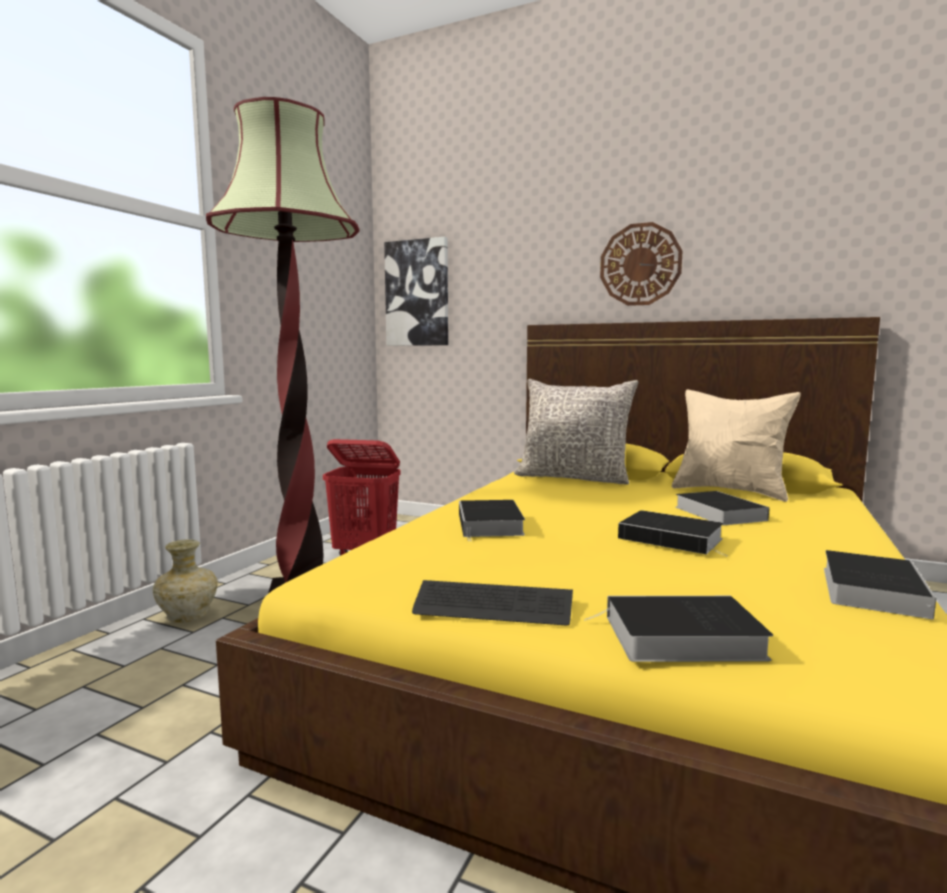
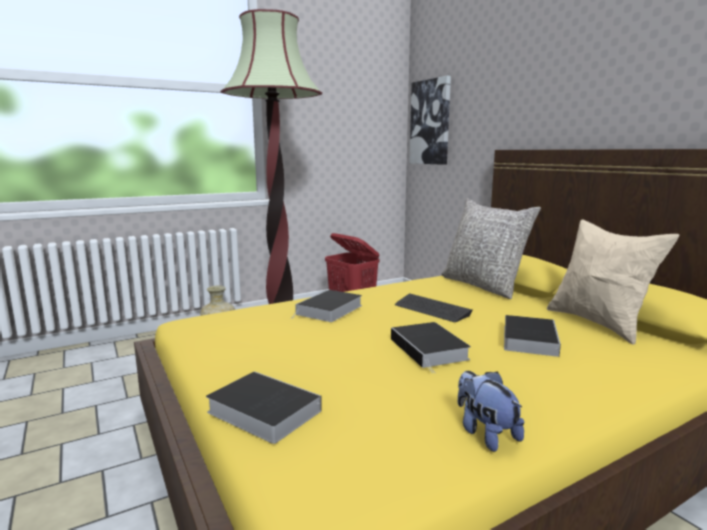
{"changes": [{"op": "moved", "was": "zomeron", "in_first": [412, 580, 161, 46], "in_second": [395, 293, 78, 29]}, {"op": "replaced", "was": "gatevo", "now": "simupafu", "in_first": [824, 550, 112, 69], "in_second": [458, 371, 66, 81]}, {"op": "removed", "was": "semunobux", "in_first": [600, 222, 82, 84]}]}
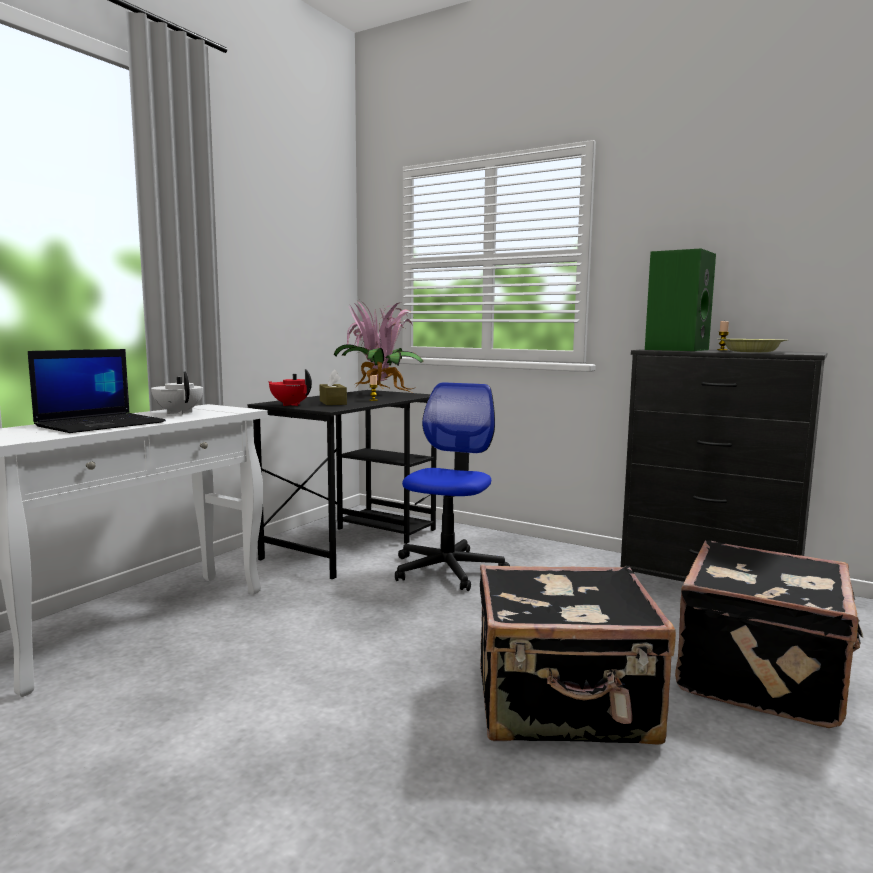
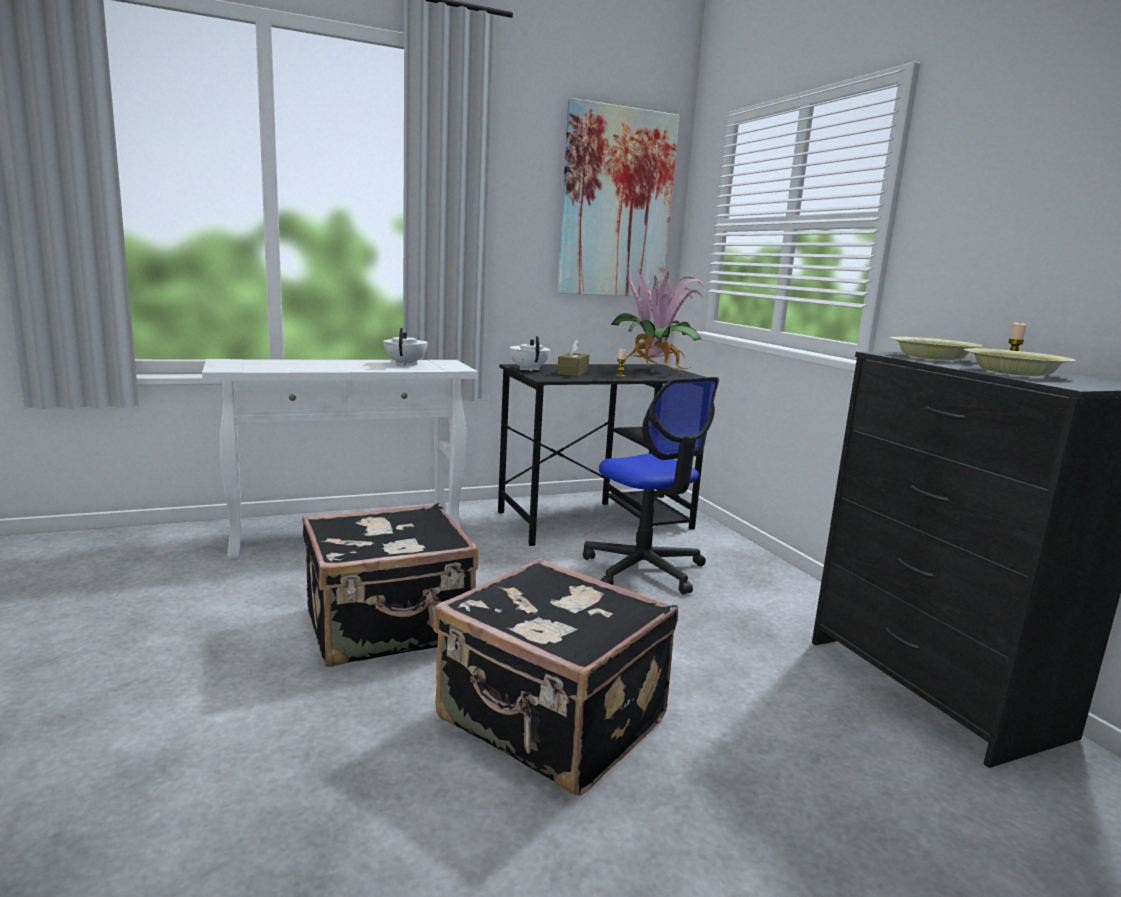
{"changes": [{"op": "moved", "was": "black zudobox", "in_first": [675, 540, 188, 188], "in_second": [302, 503, 177, 164]}, {"op": "recoloured", "was": "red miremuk", "now": "white miremuk", "in_first": [269, 369, 43, 37], "in_second": [509, 336, 41, 35]}, {"op": "added", "now": "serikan", "in_second": [558, 98, 121, 199]}, {"op": "turned", "was": "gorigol", "in_first": [395, 382, 115, 209], "in_second": [583, 377, 136, 218], "clockwise": 90}, {"op": "replaced", "was": "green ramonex", "now": "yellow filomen", "in_first": [645, 248, 71, 103], "in_second": [890, 337, 93, 23]}, {"op": "removed", "was": "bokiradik", "in_first": [28, 349, 138, 84]}]}
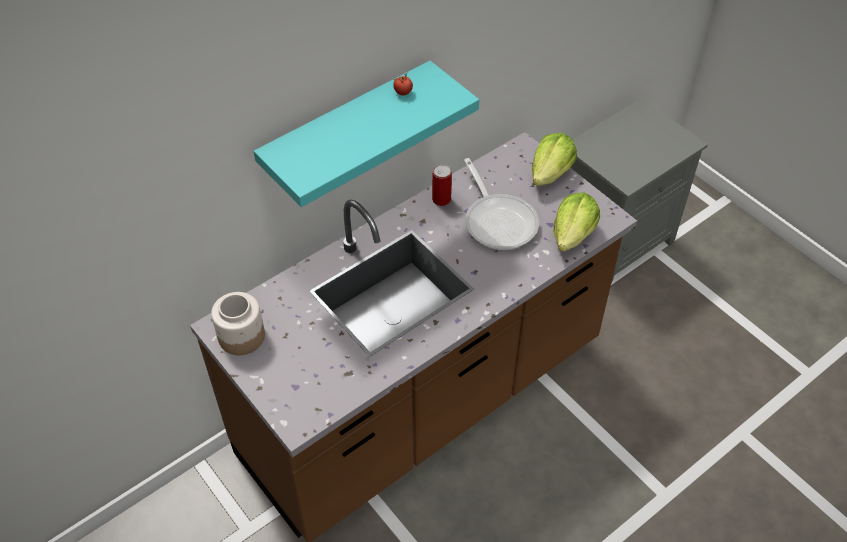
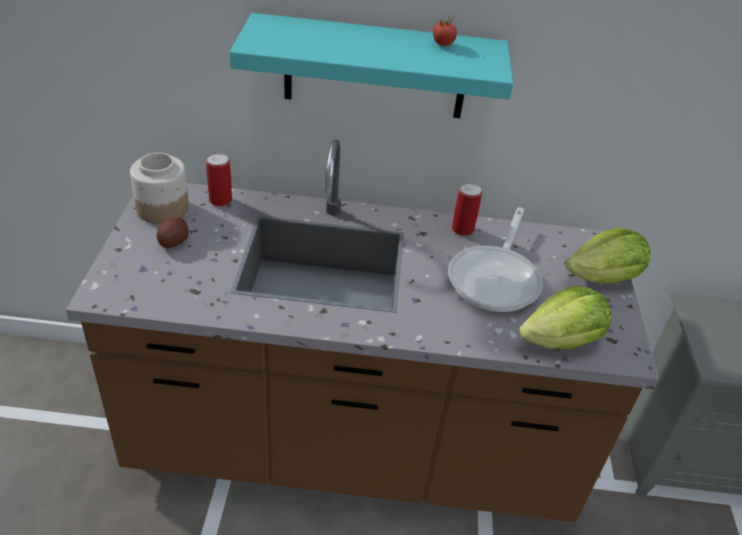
{"changes": [{"op": "added", "now": "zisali", "in_second": [156, 217, 33, 31]}, {"op": "added", "now": "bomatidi", "in_second": [206, 153, 26, 53]}]}
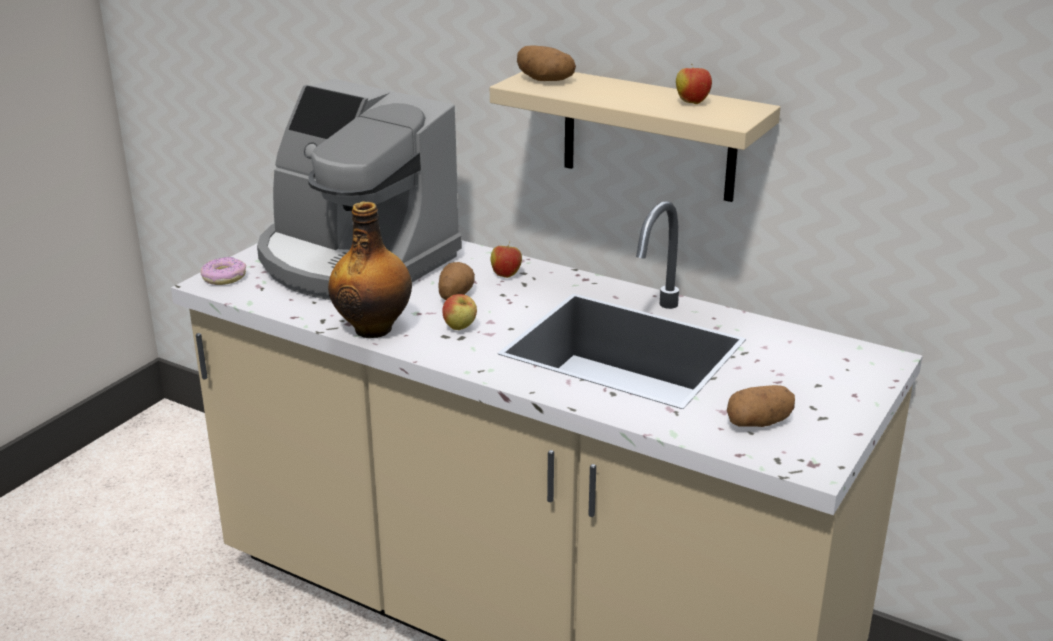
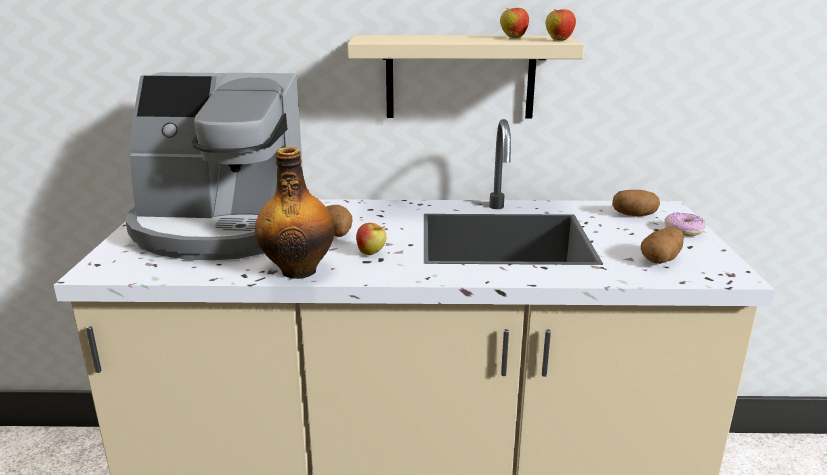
{"changes": [{"op": "moved", "was": "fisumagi", "in_first": [490, 241, 32, 37], "in_second": [546, 9, 30, 32]}, {"op": "moved", "was": "zisali", "in_first": [517, 45, 59, 36], "in_second": [612, 190, 48, 27]}, {"op": "moved", "was": "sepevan", "in_first": [201, 257, 45, 28], "in_second": [665, 212, 41, 24]}]}
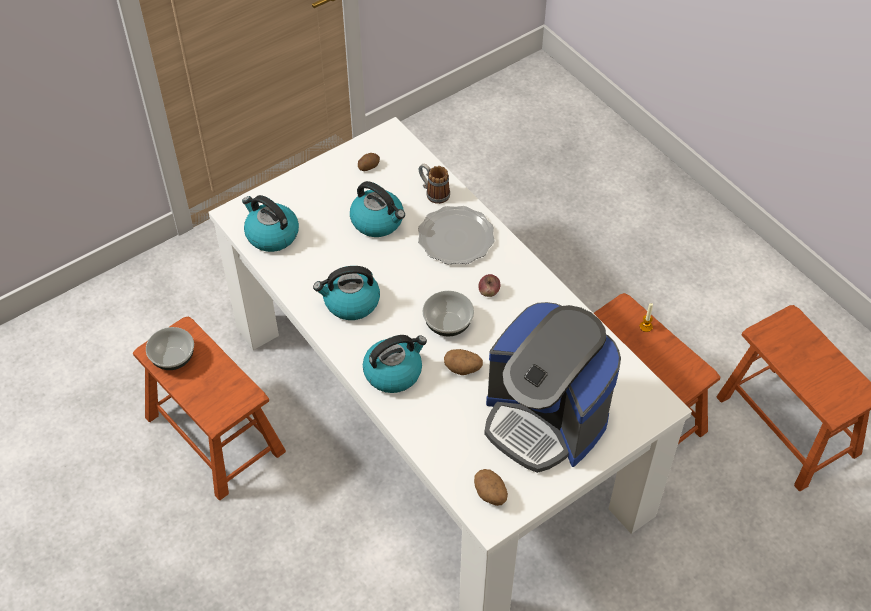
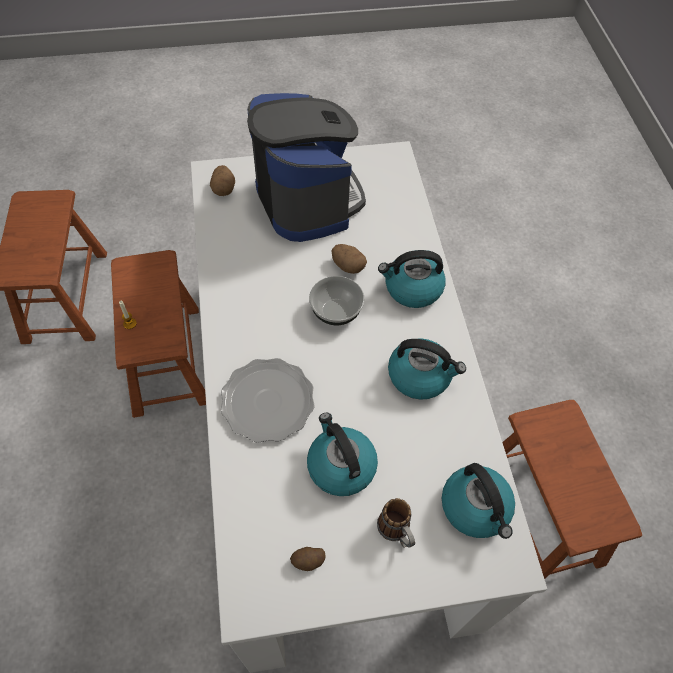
{"changes": [{"op": "moved", "was": "zisali", "in_first": [474, 469, 34, 37], "in_second": [210, 165, 25, 31]}, {"op": "moved", "was": "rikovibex", "in_first": [419, 164, 31, 40], "in_second": [377, 498, 38, 50]}, {"op": "removed", "was": "filomen", "in_first": [146, 327, 48, 43]}, {"op": "removed", "was": "fisumagi", "in_first": [478, 274, 22, 23]}]}
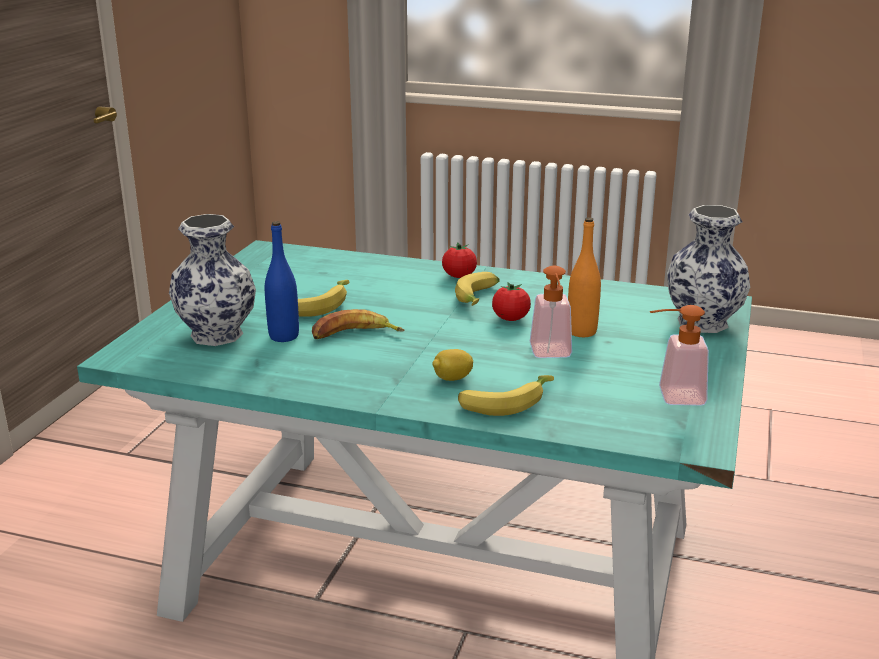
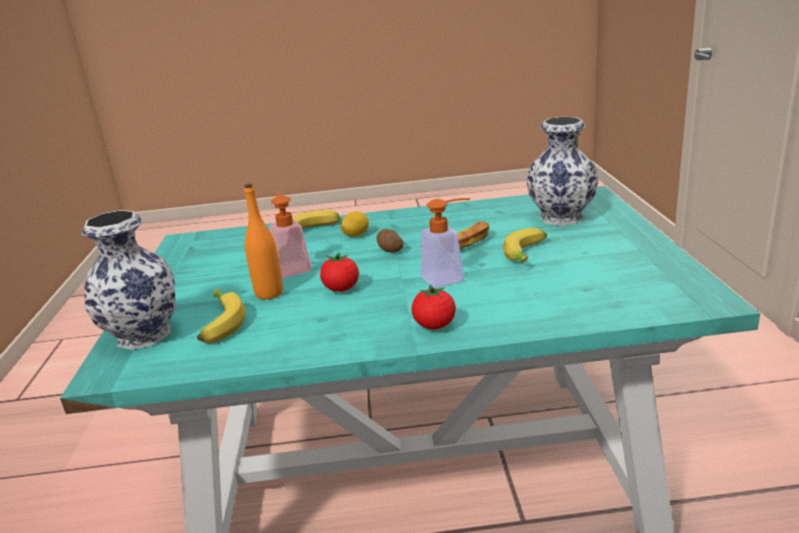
{"changes": [{"op": "moved", "was": "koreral", "in_first": [455, 272, 45, 34], "in_second": [197, 289, 49, 55]}, {"op": "added", "now": "zisali", "in_second": [377, 229, 27, 24]}, {"op": "moved", "was": "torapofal", "in_first": [650, 305, 59, 101], "in_second": [420, 198, 50, 90]}, {"op": "removed", "was": "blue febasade", "in_first": [265, 221, 34, 121]}]}
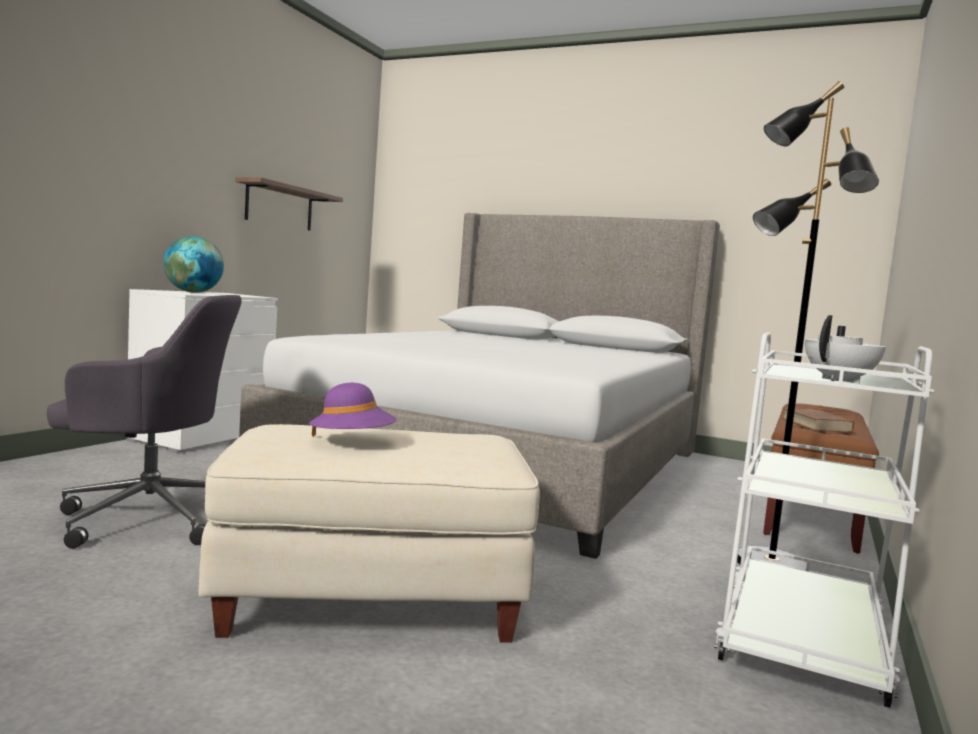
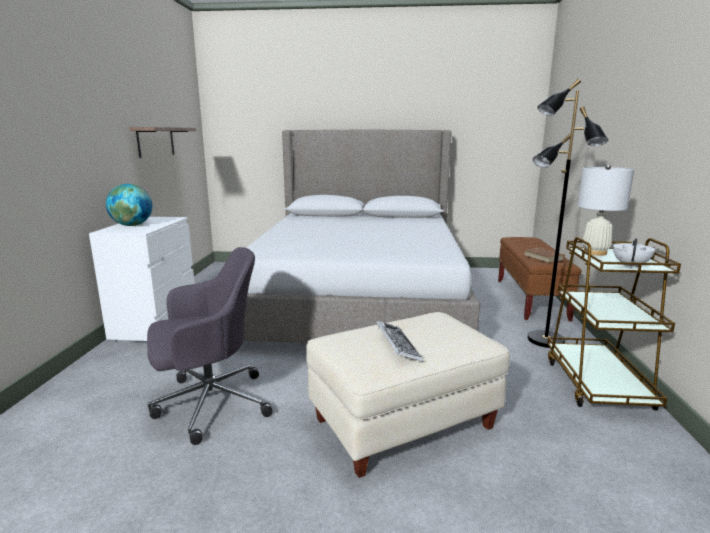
{"changes": [{"op": "replaced", "was": "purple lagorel", "now": "zomeron", "in_first": [309, 383, 87, 54], "in_second": [377, 321, 46, 40]}, {"op": "recoloured", "was": "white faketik", "now": "brown faketik", "in_first": [714, 332, 221, 376], "in_second": [547, 237, 134, 173]}, {"op": "added", "now": "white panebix", "in_second": [578, 164, 56, 91]}]}
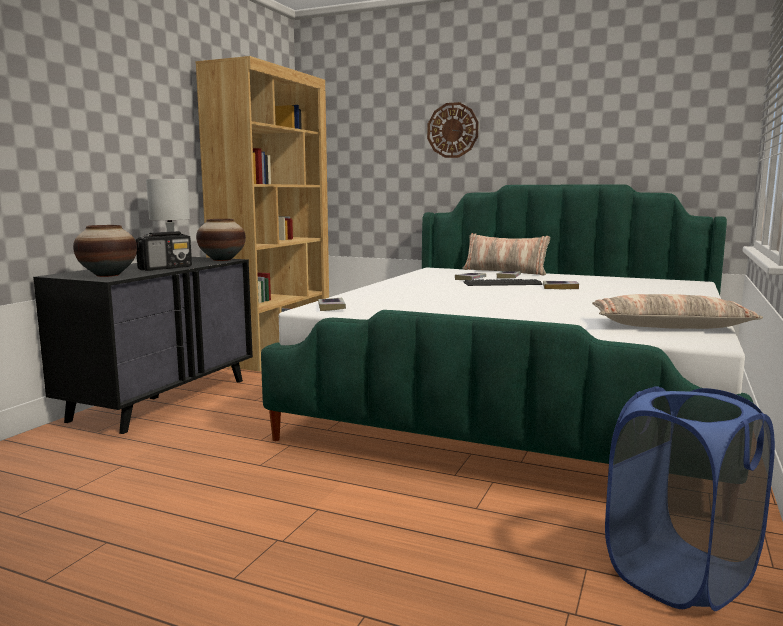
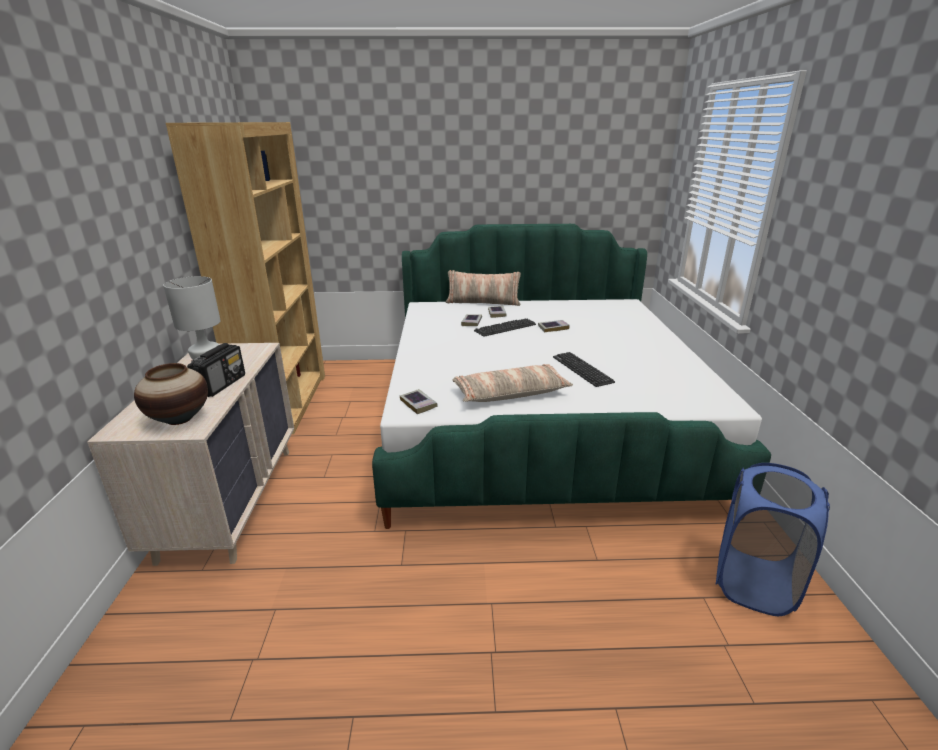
{"changes": [{"op": "recoloured", "was": "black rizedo", "now": "beige rizedo", "in_first": [33, 257, 220, 177], "in_second": [87, 343, 207, 223]}, {"op": "moved", "was": "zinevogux", "in_first": [592, 294, 171, 35], "in_second": [452, 364, 121, 38]}, {"op": "added", "now": "zomeron", "in_second": [553, 352, 62, 35]}, {"op": "removed", "was": "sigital", "in_first": [196, 219, 50, 42]}, {"op": "removed", "was": "semunobux", "in_first": [427, 102, 52, 56]}]}
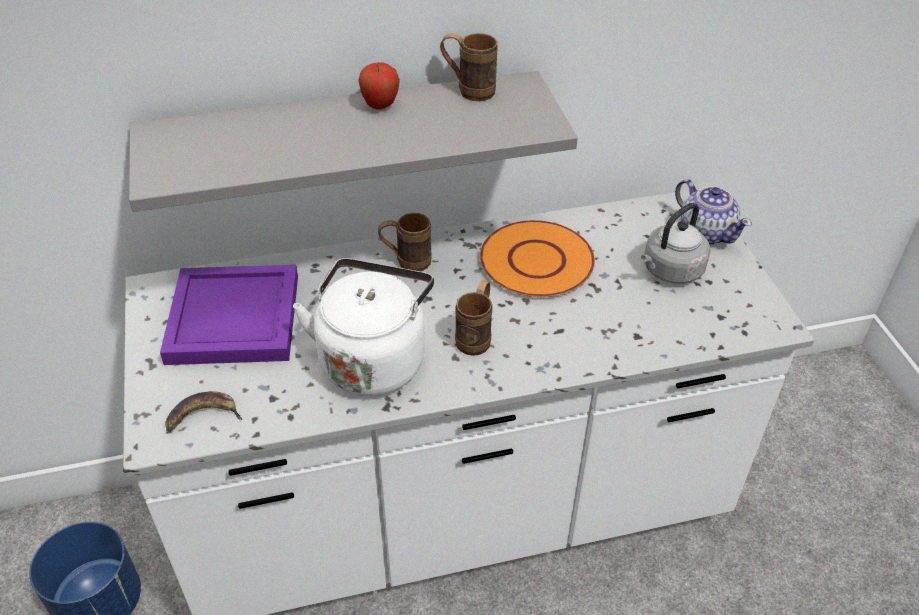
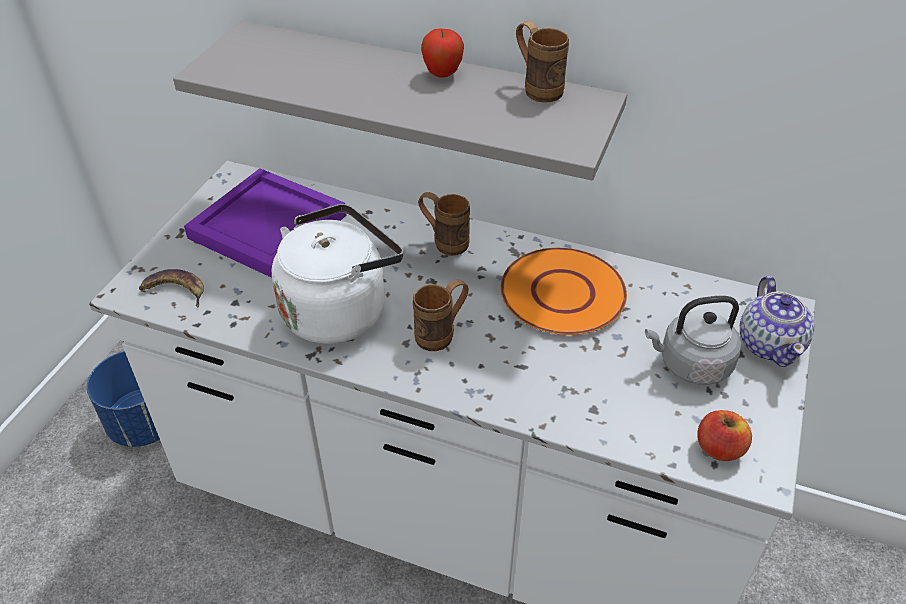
{"changes": [{"op": "added", "now": "fisumagi", "in_second": [697, 410, 55, 51]}]}
